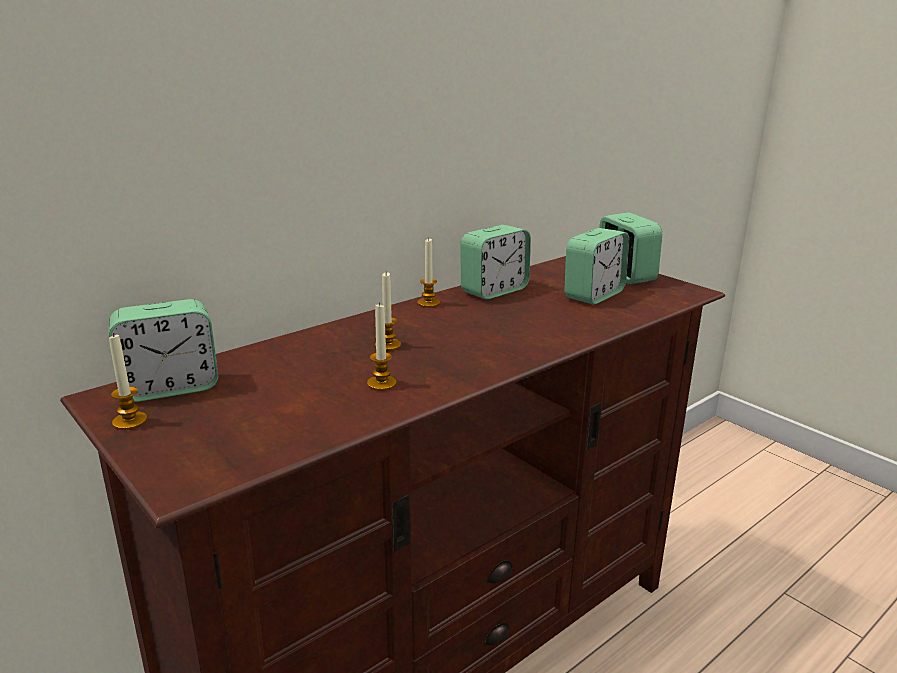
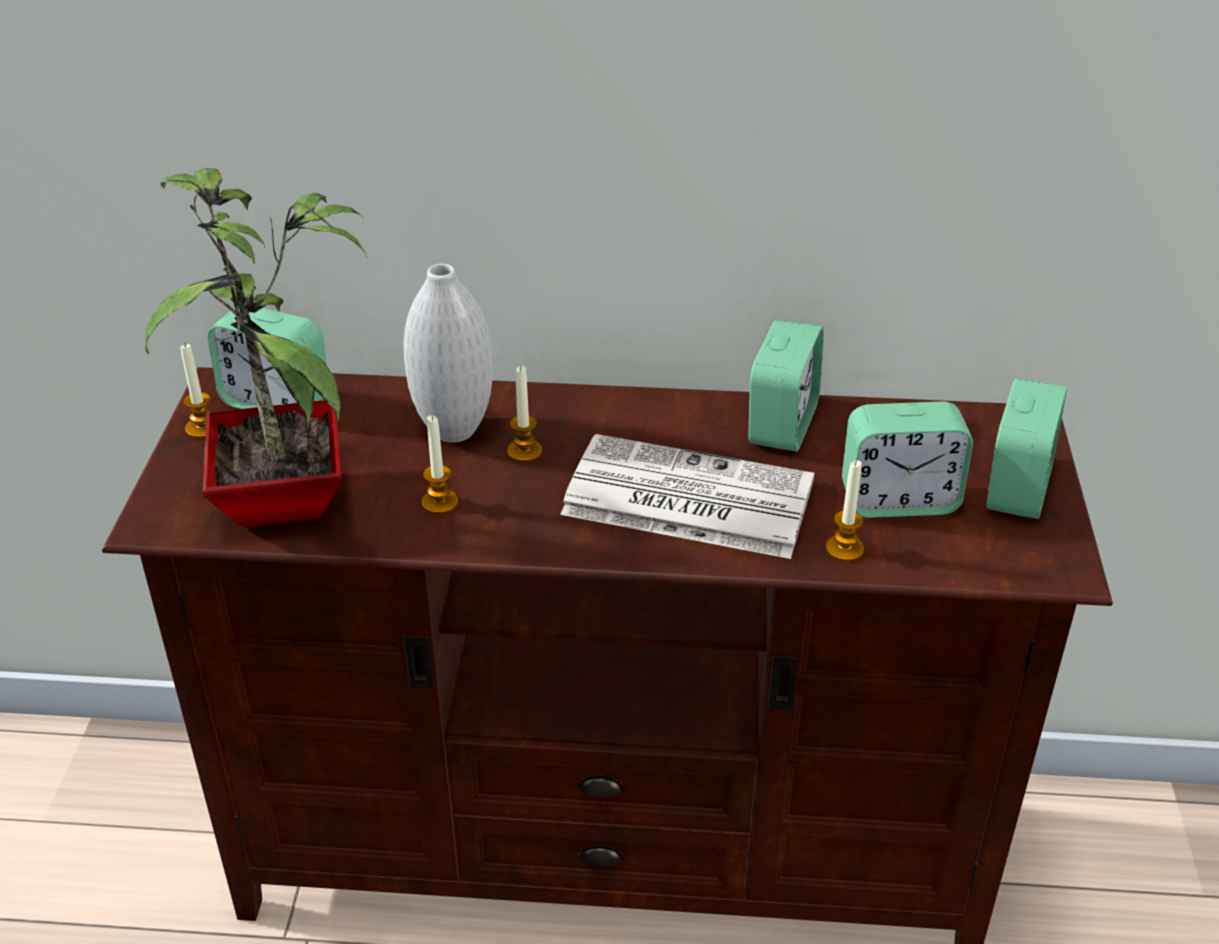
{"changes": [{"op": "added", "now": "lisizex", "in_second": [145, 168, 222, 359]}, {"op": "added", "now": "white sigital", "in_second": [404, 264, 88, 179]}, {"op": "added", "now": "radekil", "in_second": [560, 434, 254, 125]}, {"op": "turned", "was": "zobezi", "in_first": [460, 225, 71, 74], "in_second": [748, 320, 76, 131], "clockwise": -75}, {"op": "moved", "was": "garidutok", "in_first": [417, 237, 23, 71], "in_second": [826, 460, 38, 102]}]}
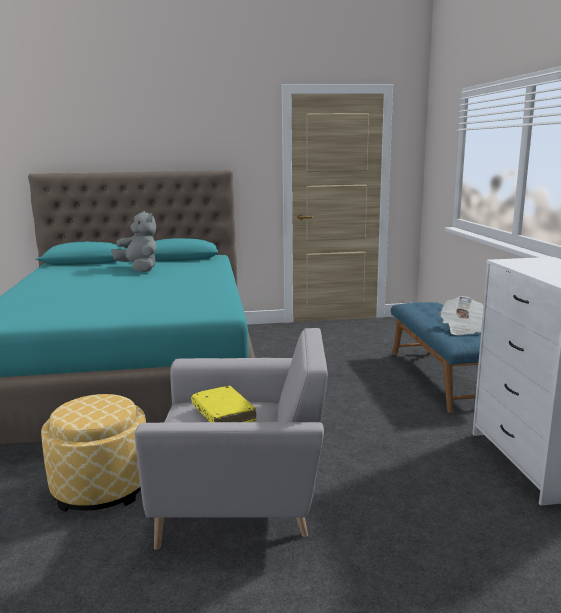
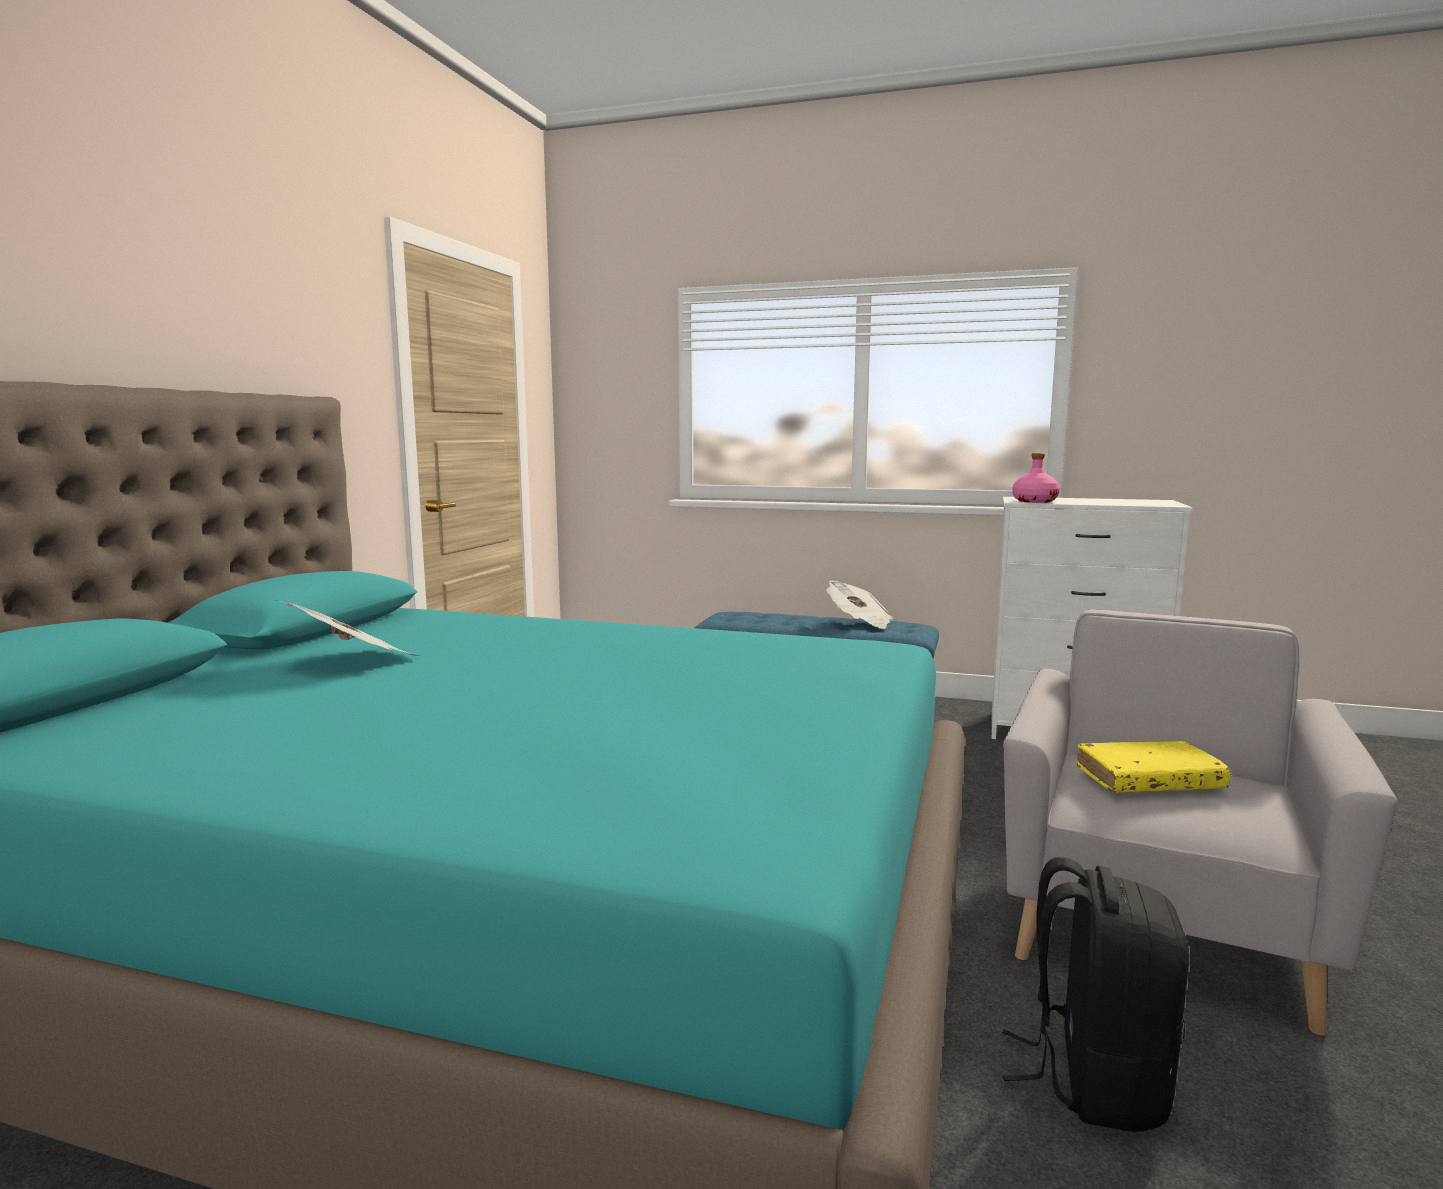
{"changes": [{"op": "replaced", "was": "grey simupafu", "now": "radekil", "in_first": [111, 211, 45, 61], "in_second": [281, 601, 140, 55]}, {"op": "replaced", "was": "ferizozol", "now": "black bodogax", "in_first": [41, 394, 105, 118], "in_second": [1002, 857, 187, 275]}, {"op": "added", "now": "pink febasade", "in_second": [1012, 453, 48, 50]}]}
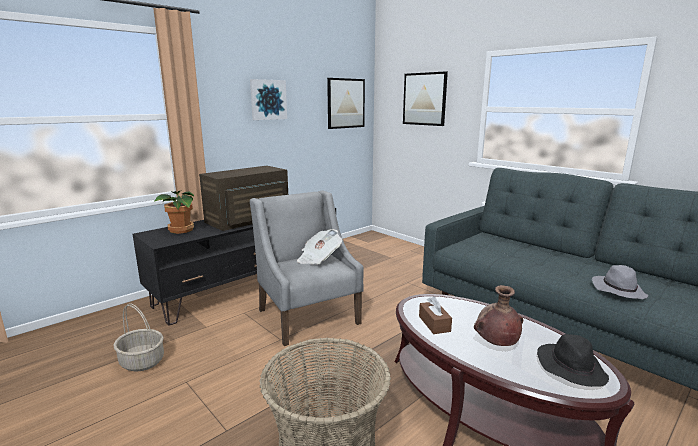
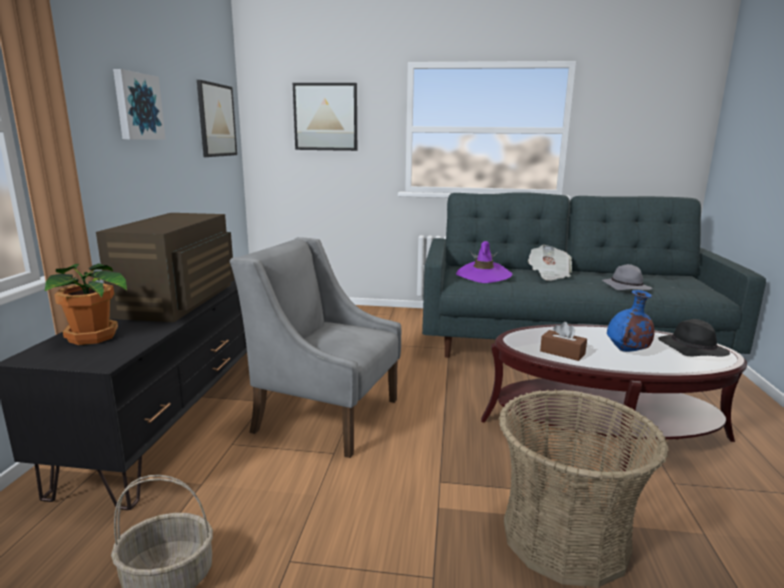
{"changes": [{"op": "added", "now": "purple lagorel", "in_second": [456, 241, 56, 42]}, {"op": "moved", "was": "radekil", "in_first": [297, 229, 45, 36], "in_second": [528, 245, 44, 36]}, {"op": "recoloured", "was": "brown sigital", "now": "blue sigital", "in_first": [474, 285, 49, 61], "in_second": [607, 290, 48, 62]}]}
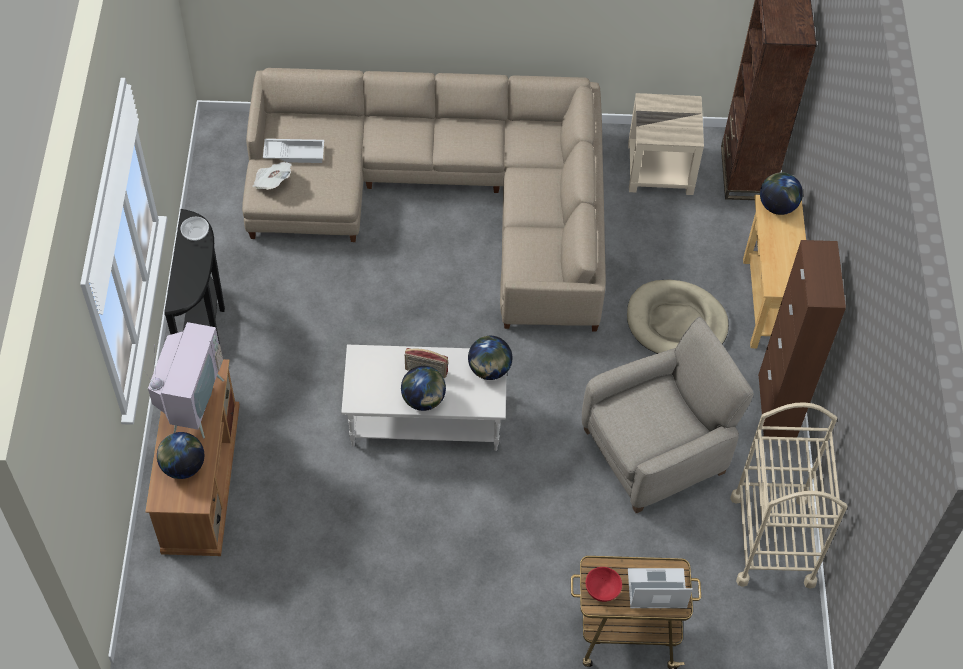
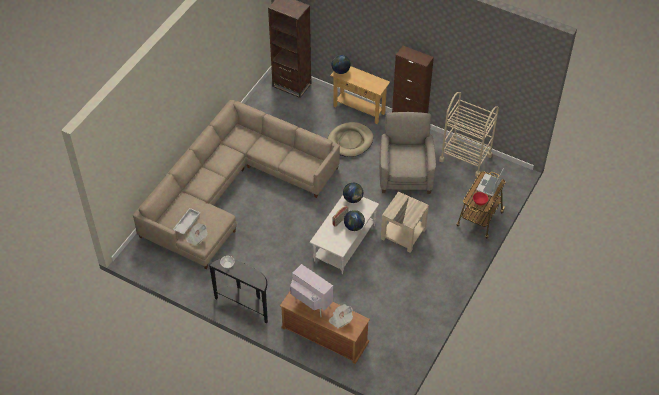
{"changes": [{"op": "replaced", "was": "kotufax", "now": "radekil", "in_first": [157, 432, 47, 47], "in_second": [329, 304, 24, 25]}, {"op": "moved", "was": "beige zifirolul", "in_first": [628, 93, 76, 102], "in_second": [381, 192, 48, 61]}]}
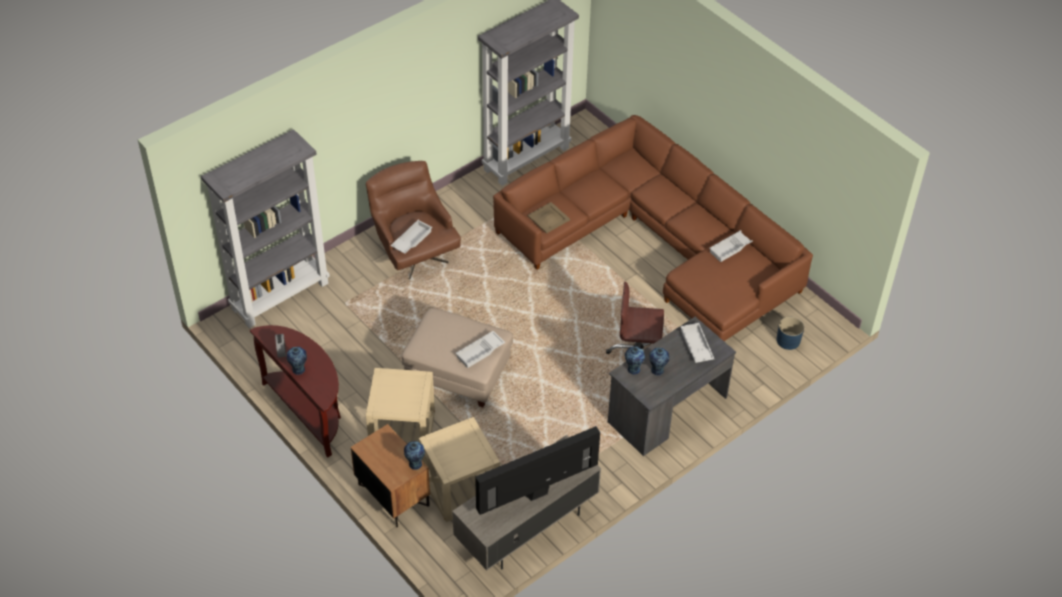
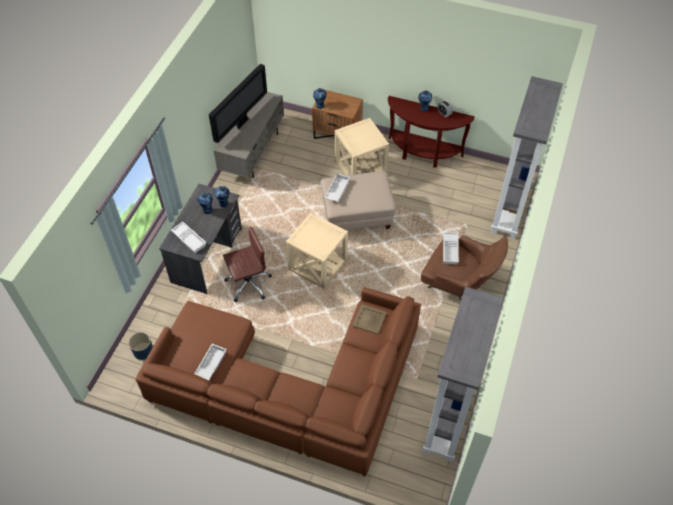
{"changes": [{"op": "moved", "was": "beige zifirolul", "in_first": [419, 417, 81, 105], "in_second": [286, 213, 62, 76]}]}
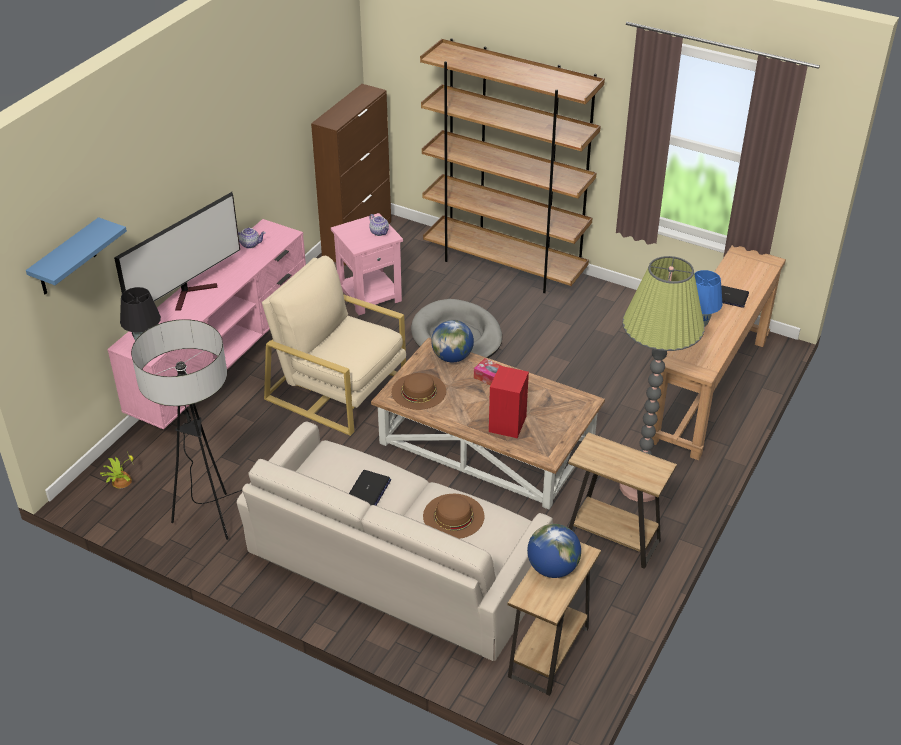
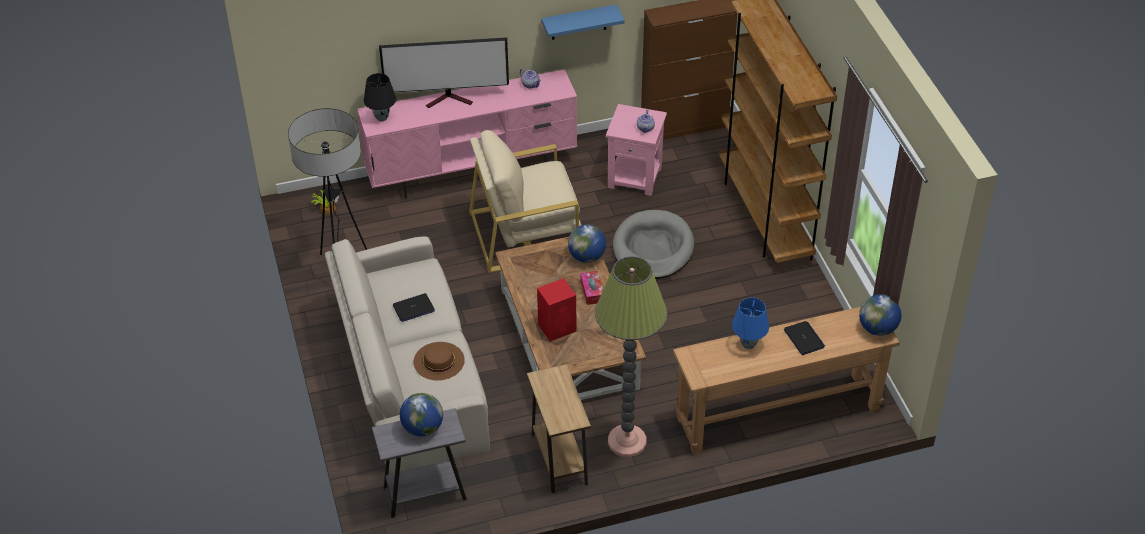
{"changes": [{"op": "recoloured", "was": "brown zifirolul", "now": "grey zifirolul", "in_first": [508, 542, 93, 154], "in_second": [372, 408, 95, 110]}, {"op": "turned", "was": "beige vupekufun", "in_first": [262, 256, 144, 180], "in_second": [469, 130, 113, 143], "clockwise": -90}, {"op": "moved", "was": "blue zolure", "in_first": [26, 217, 101, 77], "in_second": [541, 5, 84, 35]}, {"op": "added", "now": "kotufax", "in_second": [859, 294, 42, 42]}, {"op": "removed", "was": "brown lagorel", "in_first": [392, 373, 54, 37]}]}
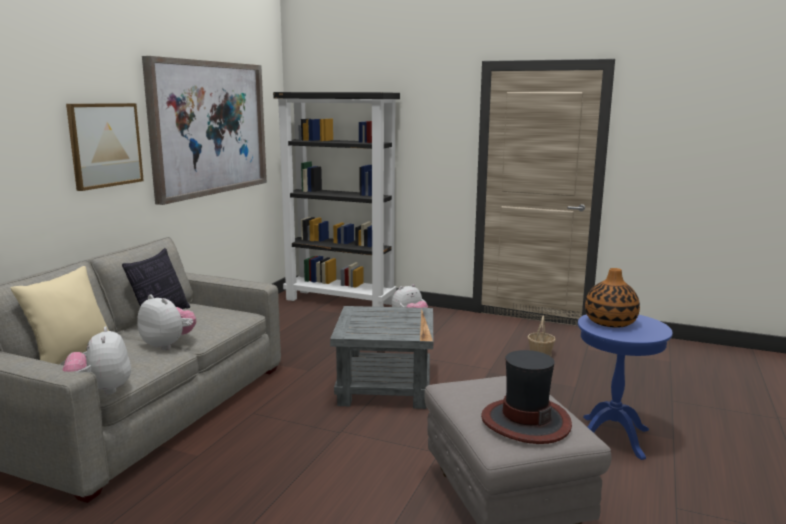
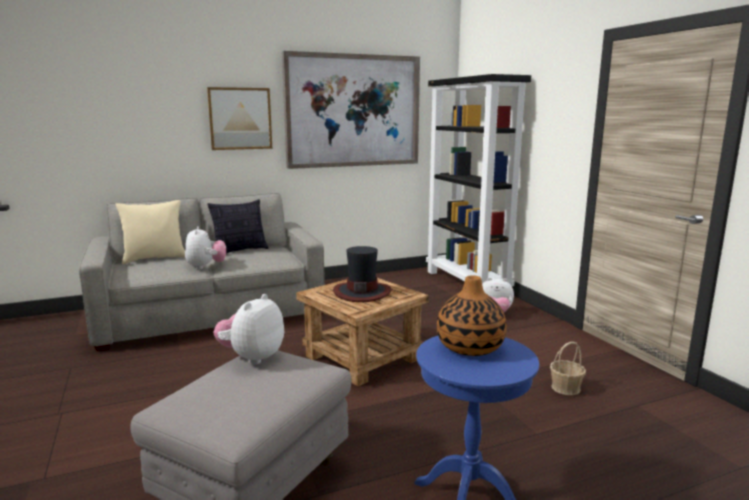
{"changes": [{"op": "moved", "was": "simupafu", "in_first": [63, 327, 68, 67], "in_second": [213, 294, 71, 71]}, {"op": "recoloured", "was": "grey zifirolul", "now": "brown zifirolul", "in_first": [330, 306, 103, 103], "in_second": [296, 278, 133, 108]}, {"op": "moved", "was": "lagorel", "in_first": [481, 350, 91, 94], "in_second": [333, 246, 58, 56]}]}
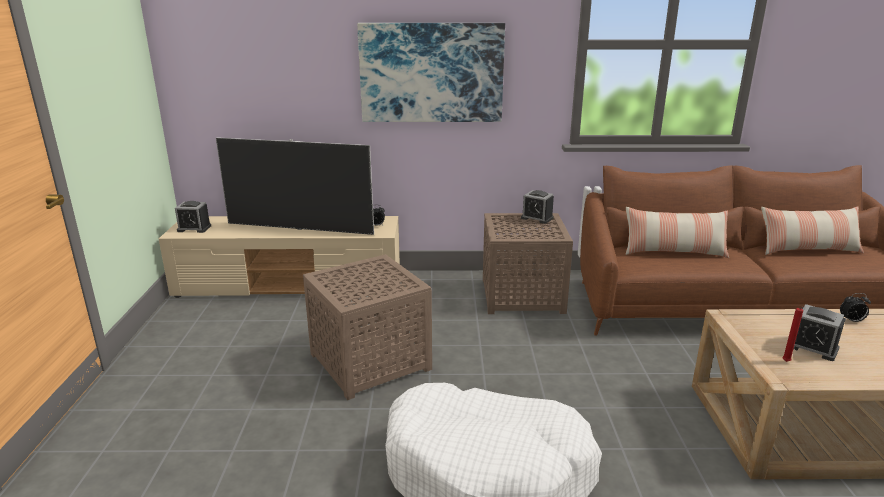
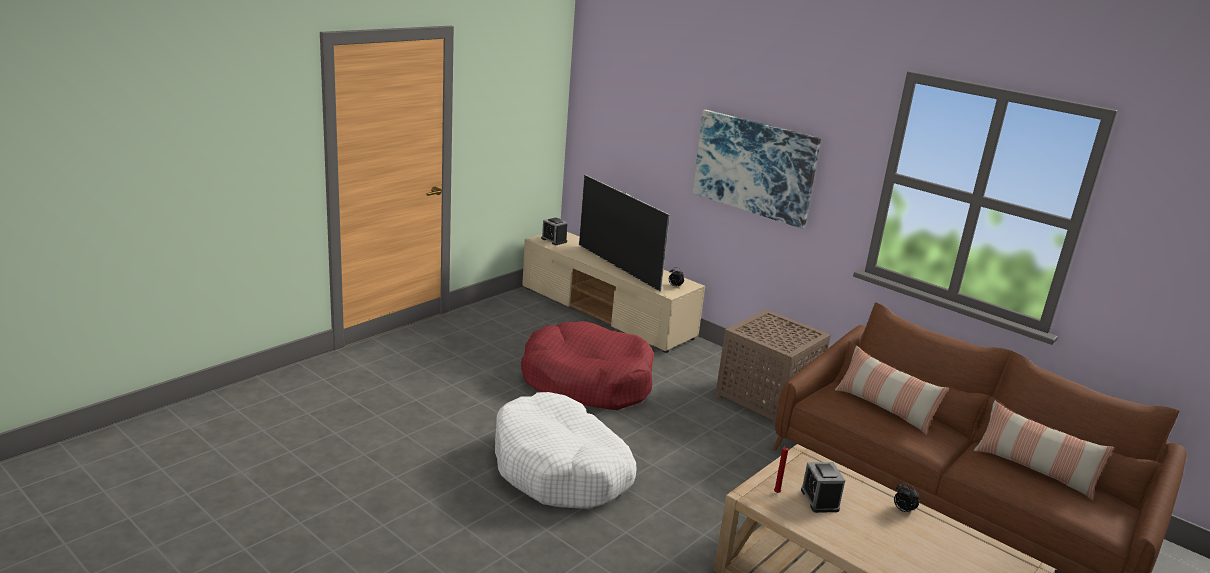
{"changes": [{"op": "replaced", "was": "brown zifirolul", "now": "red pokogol", "in_first": [303, 254, 129, 146], "in_second": [521, 321, 133, 89]}, {"op": "removed", "was": "zobezi", "in_first": [521, 190, 33, 34]}]}
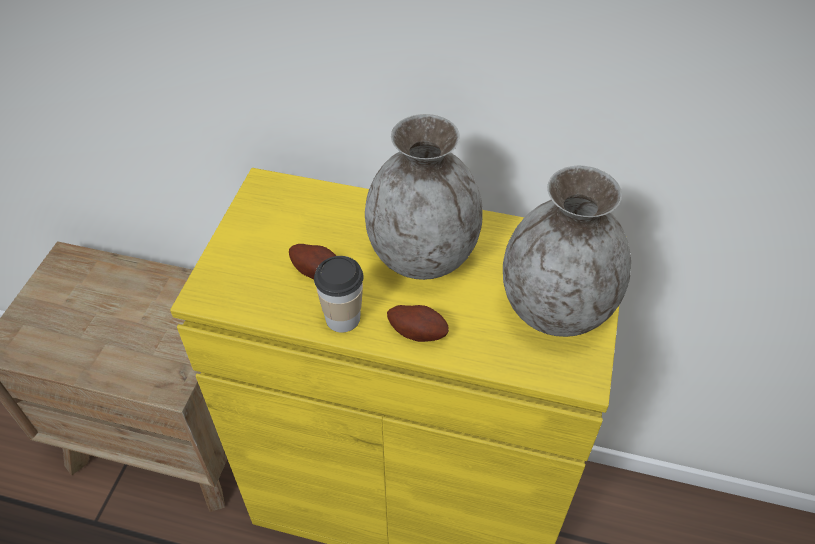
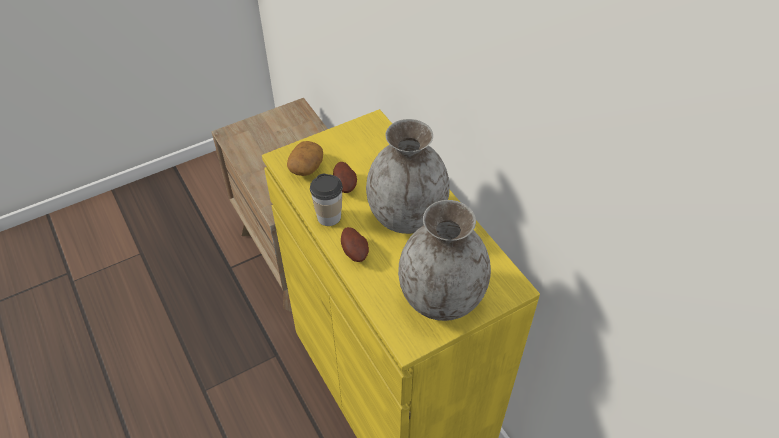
{"changes": [{"op": "added", "now": "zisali", "in_second": [287, 141, 36, 35]}]}
